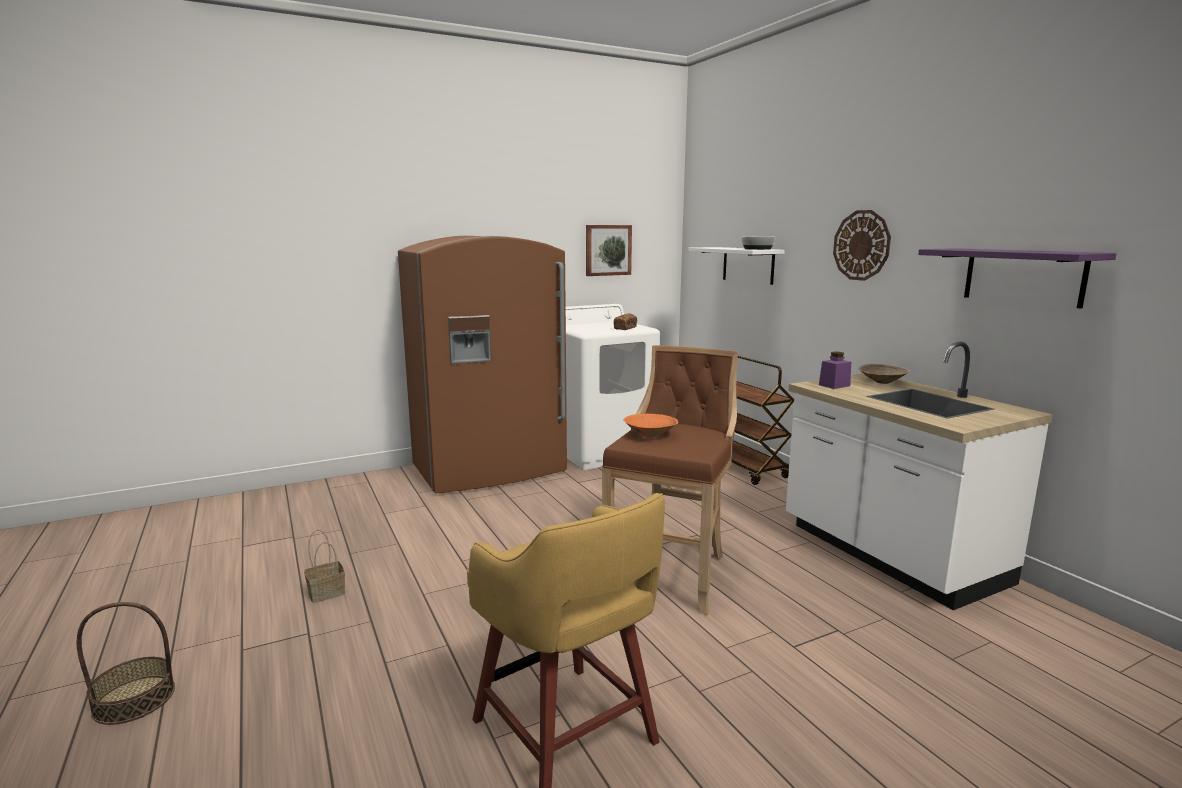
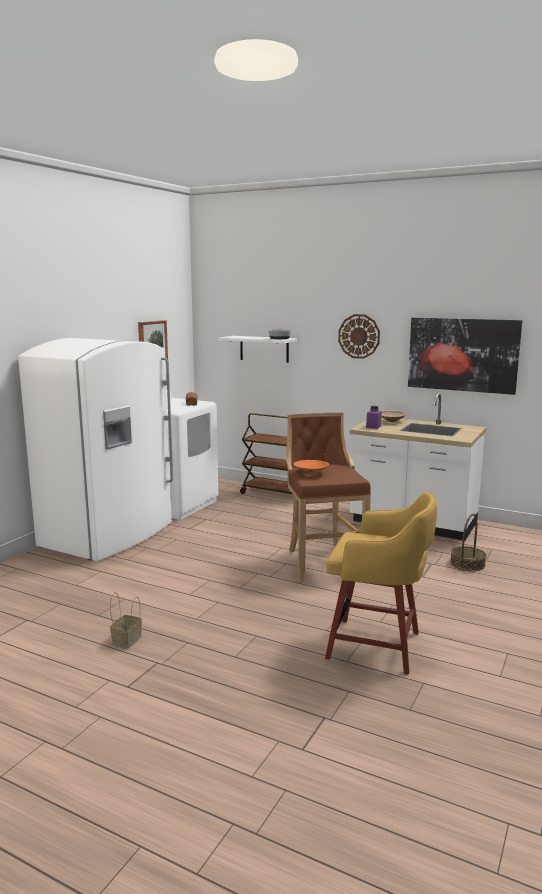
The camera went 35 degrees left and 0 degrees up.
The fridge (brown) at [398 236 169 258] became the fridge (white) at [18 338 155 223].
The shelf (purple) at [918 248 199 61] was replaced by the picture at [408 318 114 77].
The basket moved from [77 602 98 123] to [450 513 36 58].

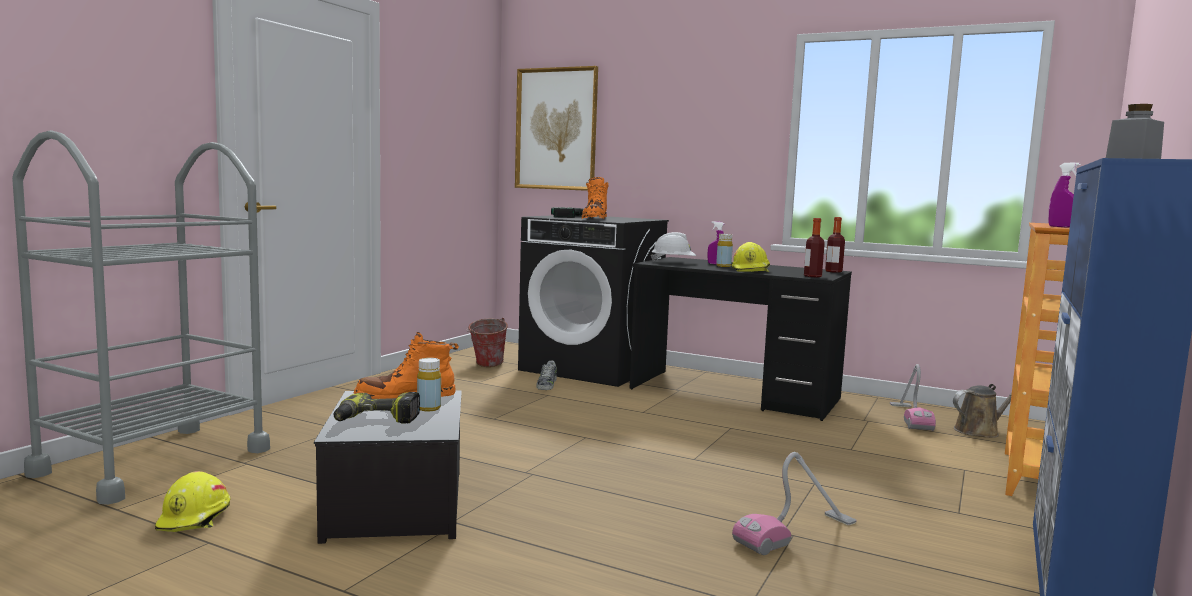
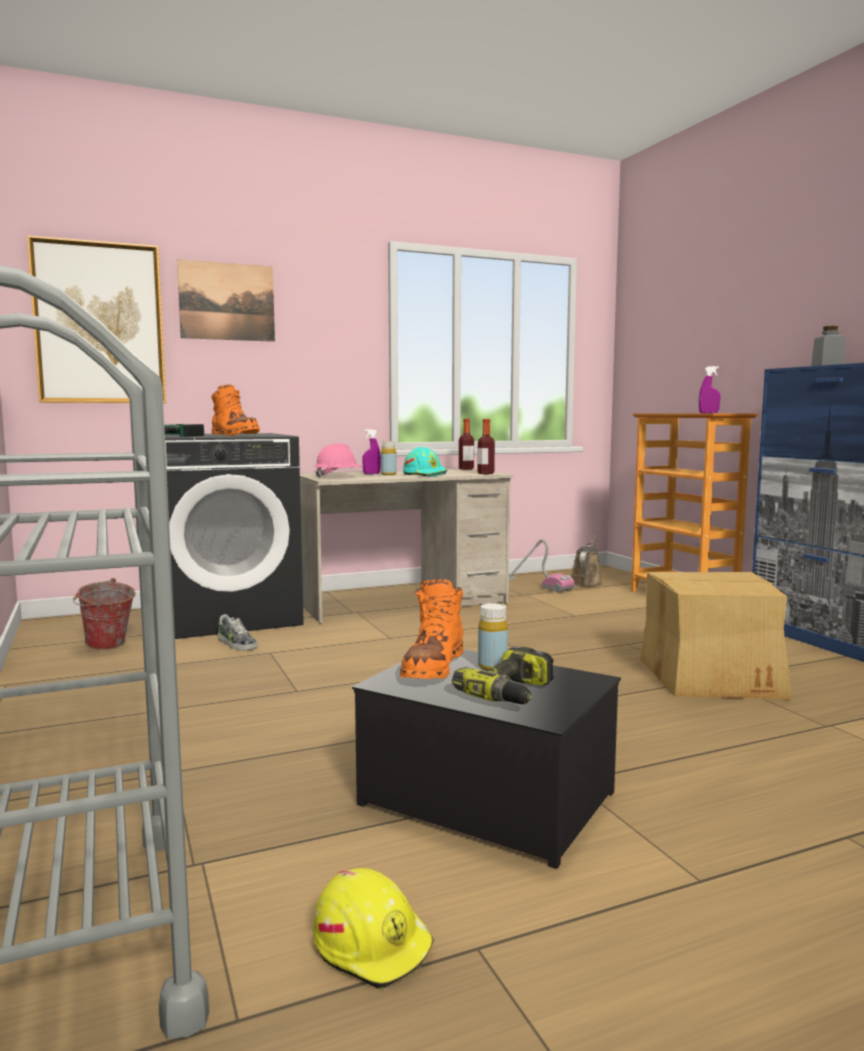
The camera went 50 degrees left and 0 degrees up.
The picture at [177 259 98 83] appeared.
The desk (black) at [630 257 222 164] became the desk (beige) at [300 468 214 156].
The hard hat (white) at [651 232 45 30] became the hard hat (pink) at [314 443 48 35].
The hard hat (yellow) at [732 242 38 30] became the hard hat (turquoise) at [403 447 45 30].
The vacuum cleaner at [732 452 125 103] was replaced by the cardboard box at [641 572 151 128].

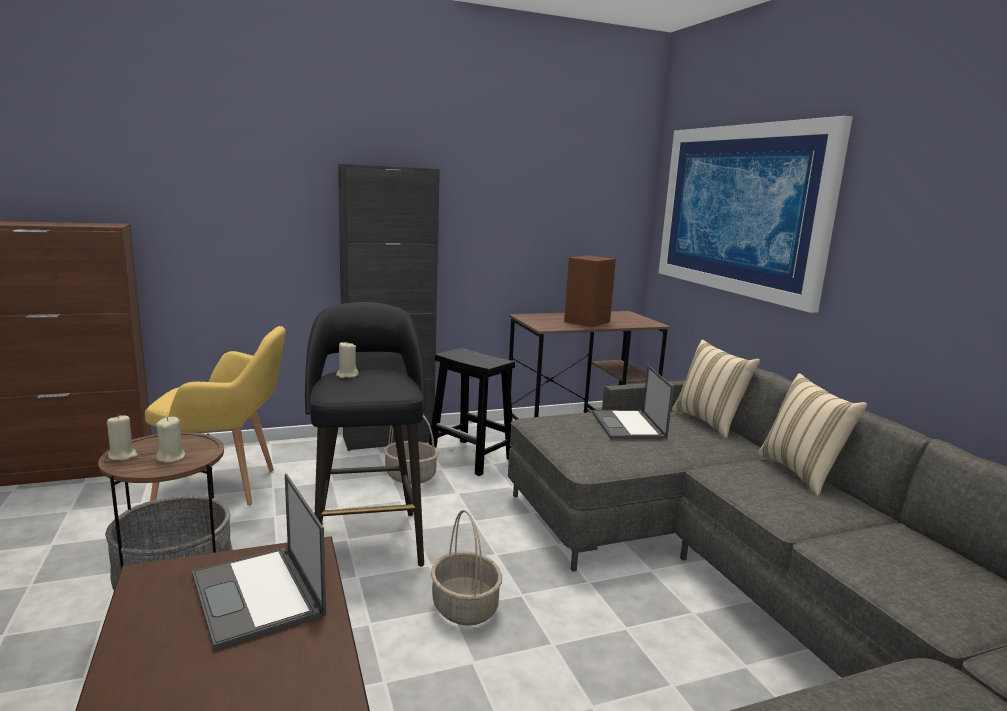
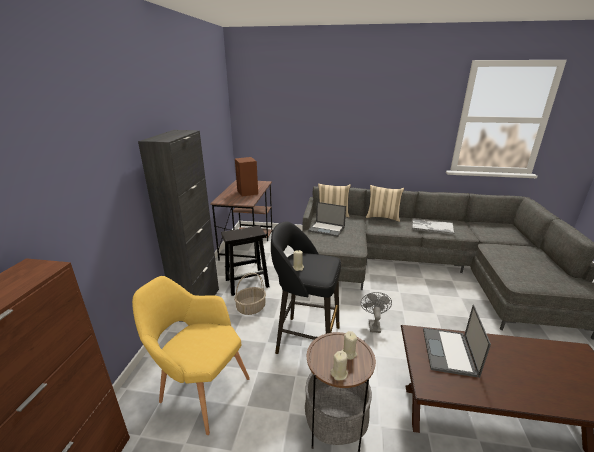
The camera went 60 degrees left and 10 degrees up.
The armchair (yellow) at [145 326 141 179] turned 90 degrees counterclockwise.
The basket at [431 510 71 116] was replaced by the fan (grey) at [361 292 31 41].
The tray at [412 218 43 17] appeared.
The laptop at [192 474 134 177] turned 105 degrees clockwise.
The picture at [659 116 194 197] disappeared.

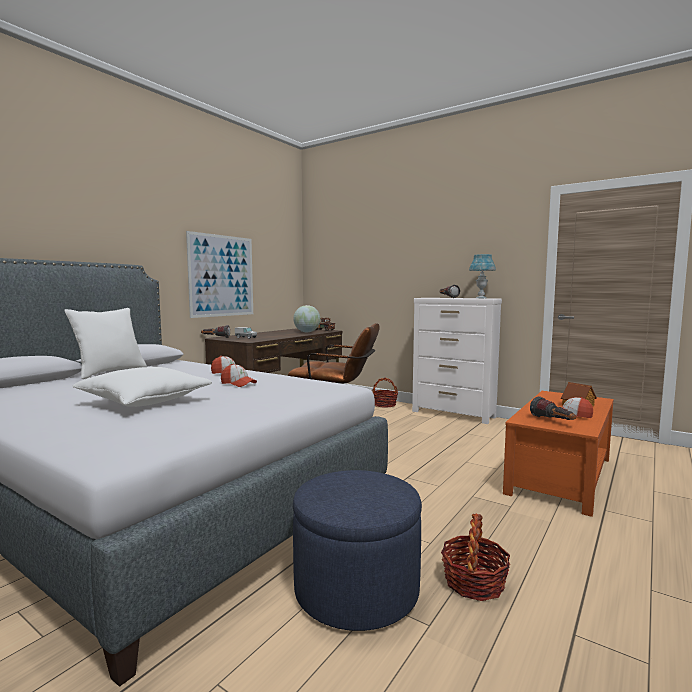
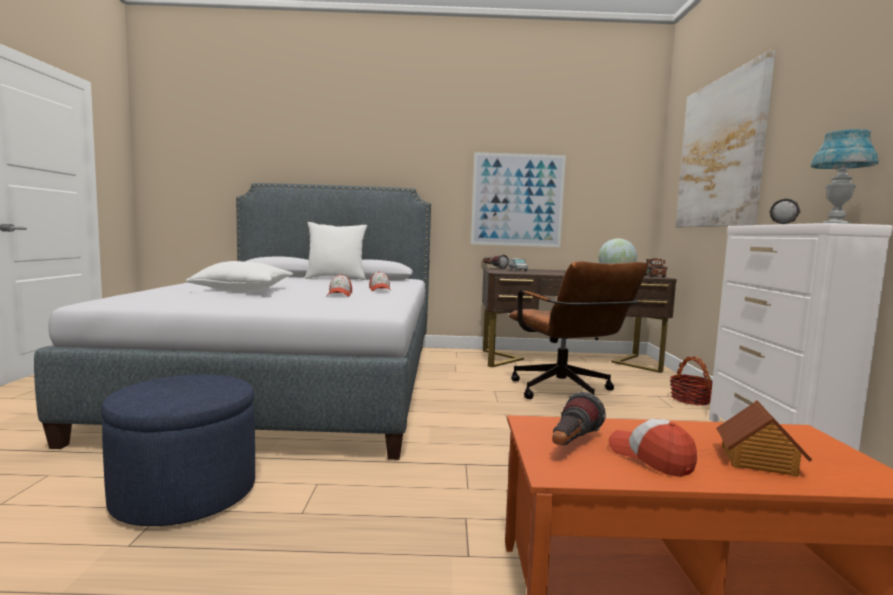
The camera went 55 degrees right and 0 degrees up.
The picture at [675 51 100 176] appeared.
The basket at [441 514 70 87] disappeared.

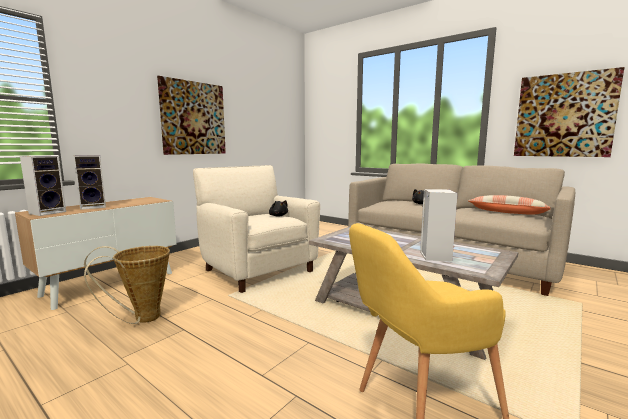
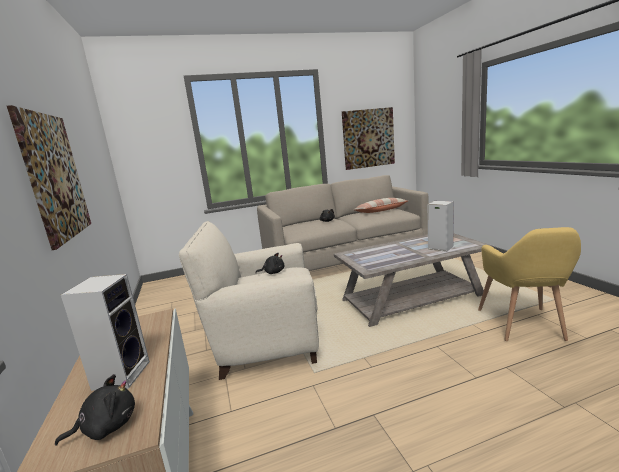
The camera went 55 degrees left and 5 degrees up.
The speaker at [20 156 46 60] was replaced by the plush toy (black) at [55 374 80 72].
The basket at [84 246 86 78] disappeared.

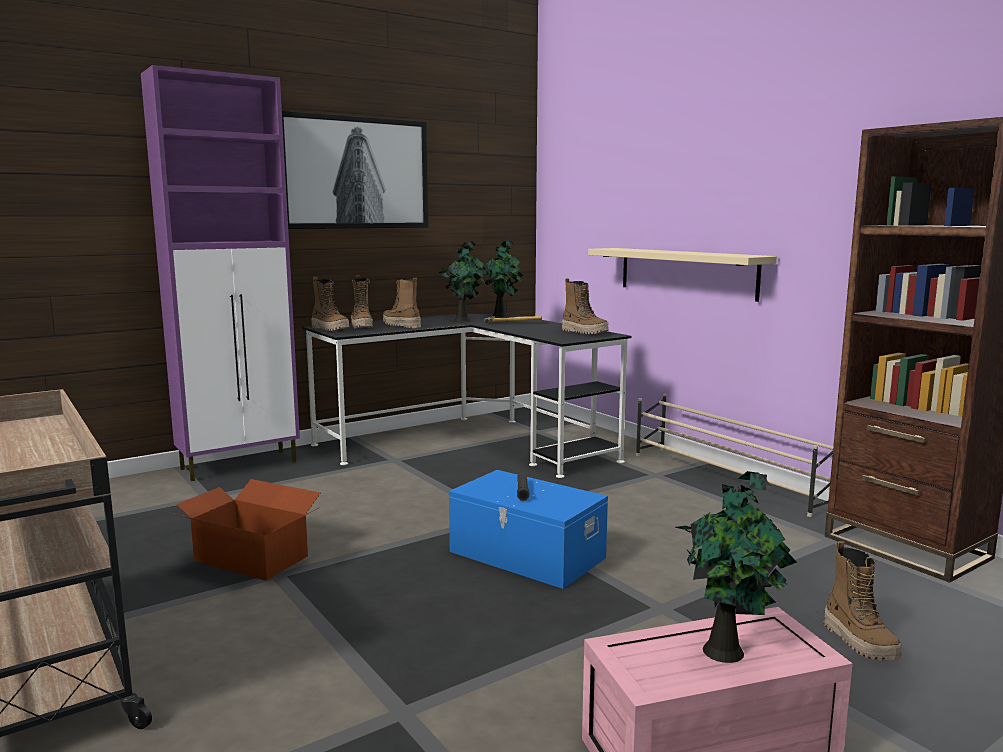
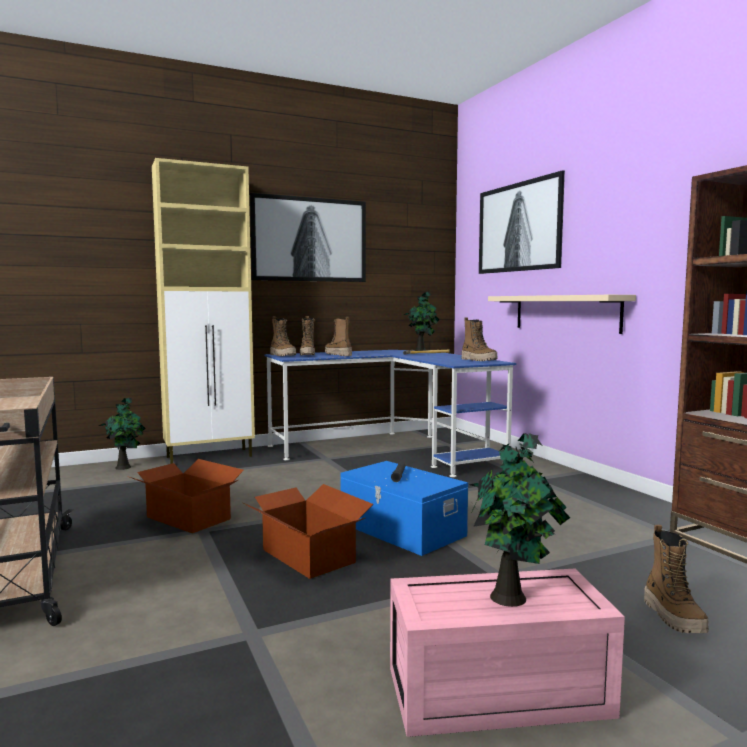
The camera went 10 degrees right and 5 degrees down.
The potted plant moved from [439 241 47 80] to [99 398 46 72].
The cabinet (purple) at [141 65 159 416] became the cabinet (beige) at [152 158 103 306].
The cardboard box at [243 484 130 95] appeared.
The desk (black) at [303 314 328 164] became the desk (blue) at [264 350 252 127].
The picture at [479 170 86 104] appeared.
The shoe rack (beige) at [636 394 197 123] disappeared.

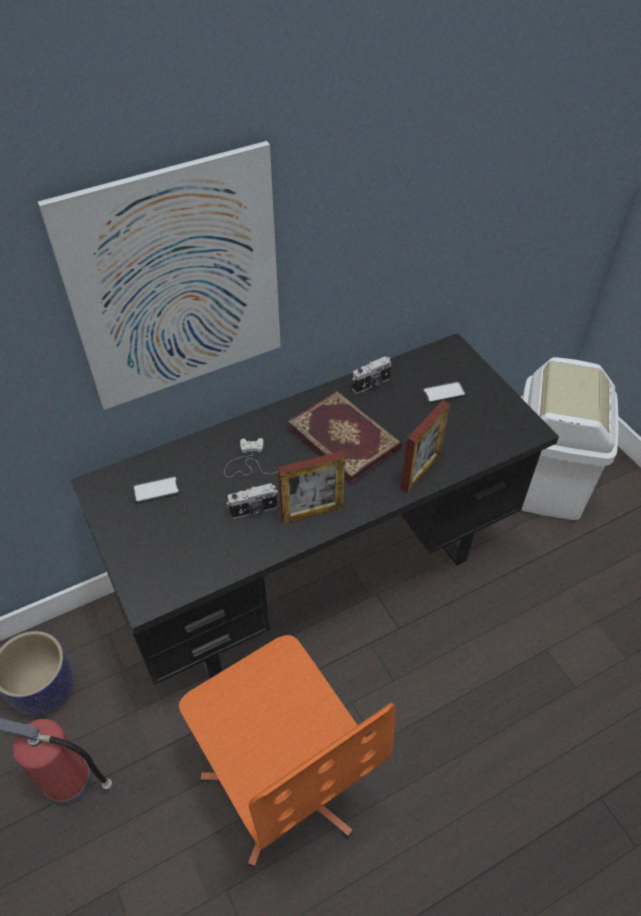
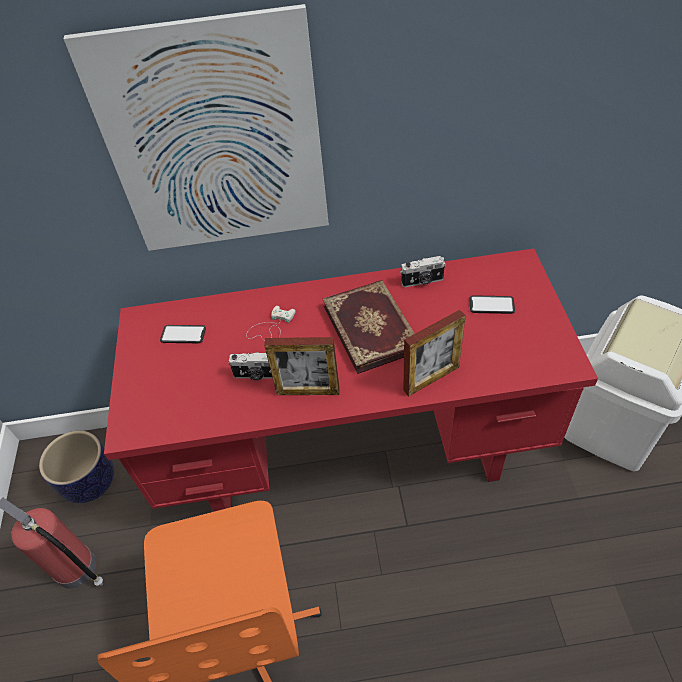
The camera went 25 degrees right and 0 degrees up.
The desk (black) at [71 333 488 352] became the desk (red) at [104 248 494 264].

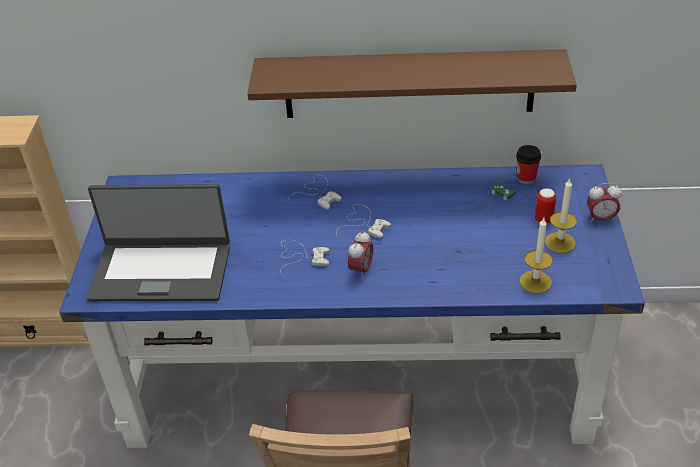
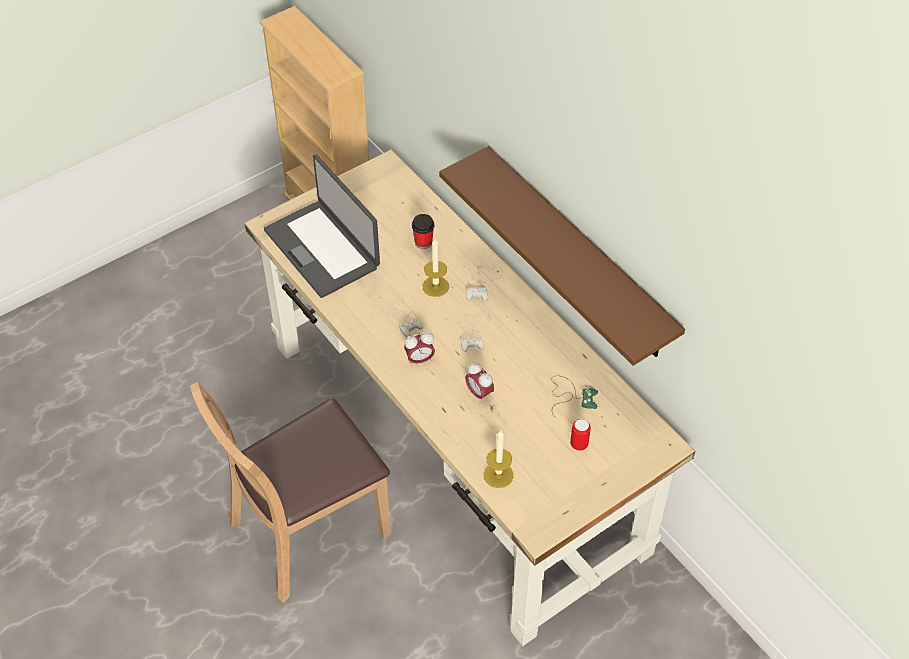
The camera went 50 degrees right and 10 degrees up.
The desk (blue) at [59 165 586 283] became the desk (beige) at [244 149 451 497].
The cup moved from [516 145 25 39] to [412 214 23 35].
The candle moved from [545 178 32 75] to [423 238 26 59].
The alarm clock moved from [587 183 35 39] to [465 363 29 40].

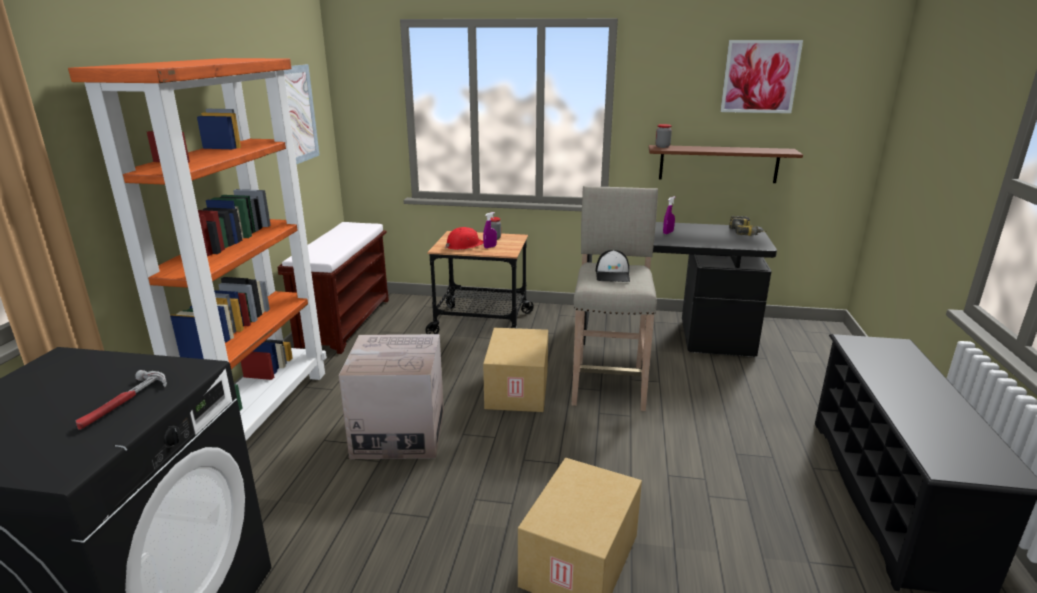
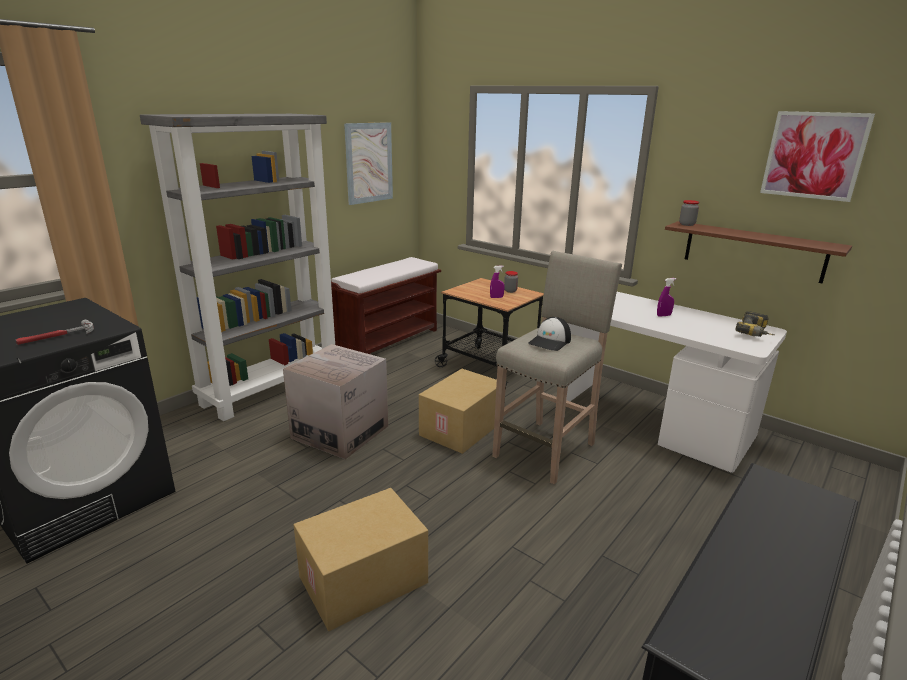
The camera went 30 degrees right and 0 degrees up.
The bookcase (orange) at [68 58 259 382] became the bookcase (grey) at [140 114 195 307].
The desk (black) at [583 222 194 135] became the desk (white) at [566 292 221 181].
The hard hat (red) at [445 227 39 23] disappeared.

